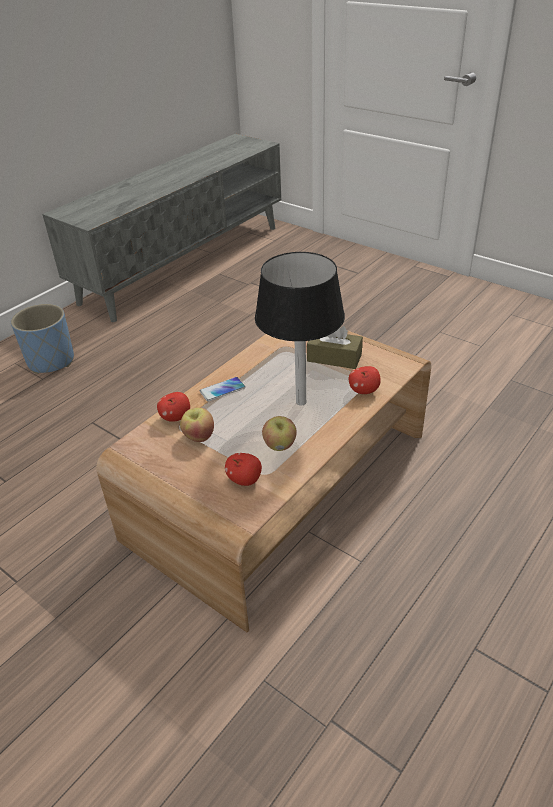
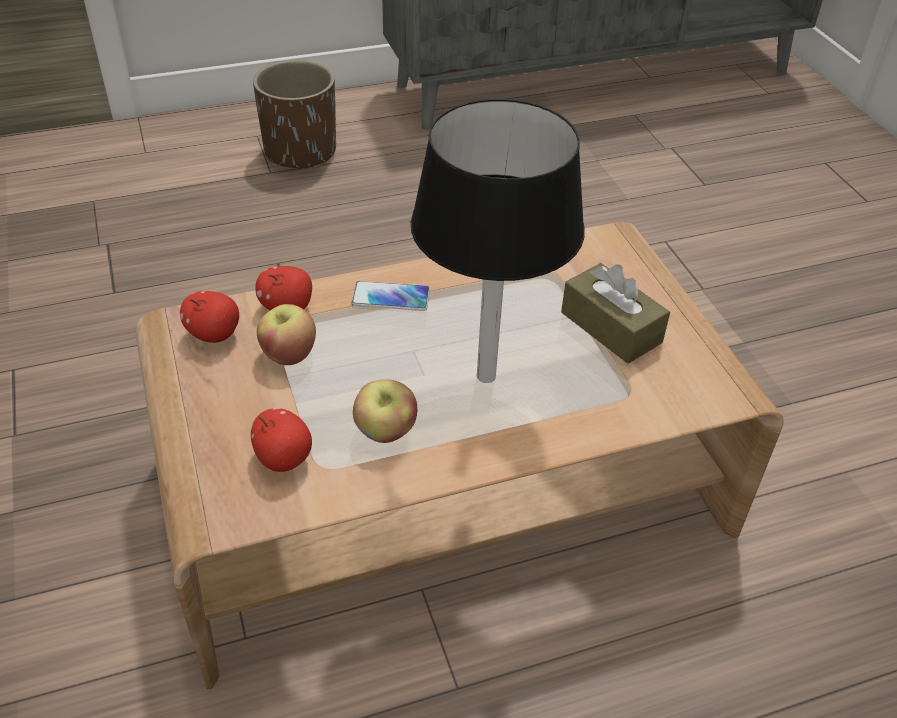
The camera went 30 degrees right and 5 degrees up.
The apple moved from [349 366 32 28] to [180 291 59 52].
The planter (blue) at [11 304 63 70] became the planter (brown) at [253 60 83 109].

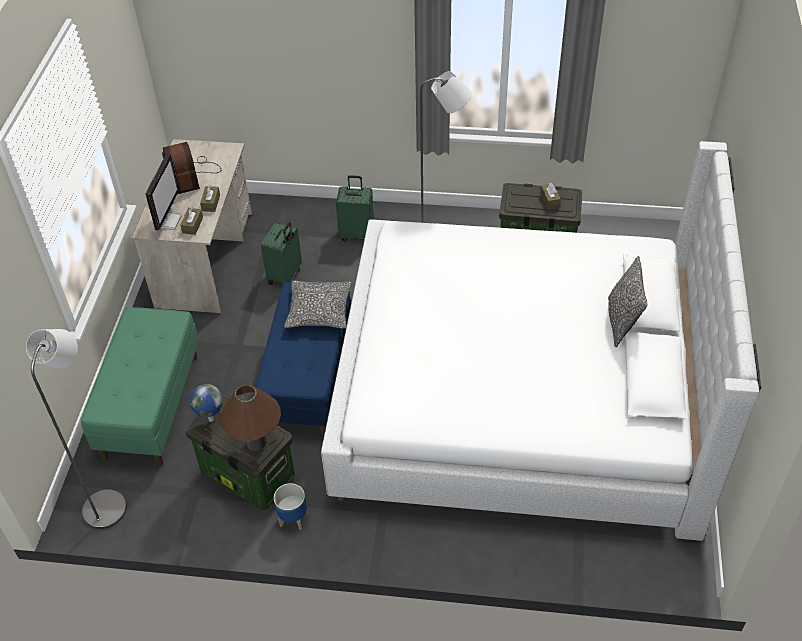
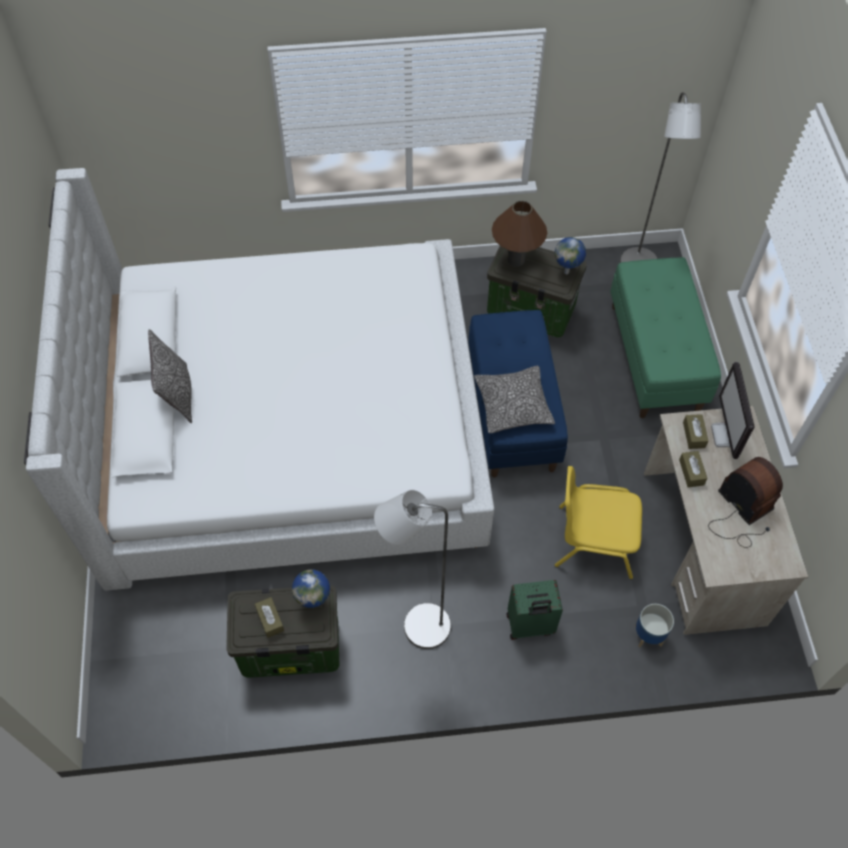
The camera went 165 degrees right and 10 degrees up.
The globe at [292 569 38 39] appeared.
The suitcase (green) at [261 222 41 63] was replaced by the chair (yellow) at [555 466 87 113].
The planter moved from [274 483 33 47] to [635 604 39 44].

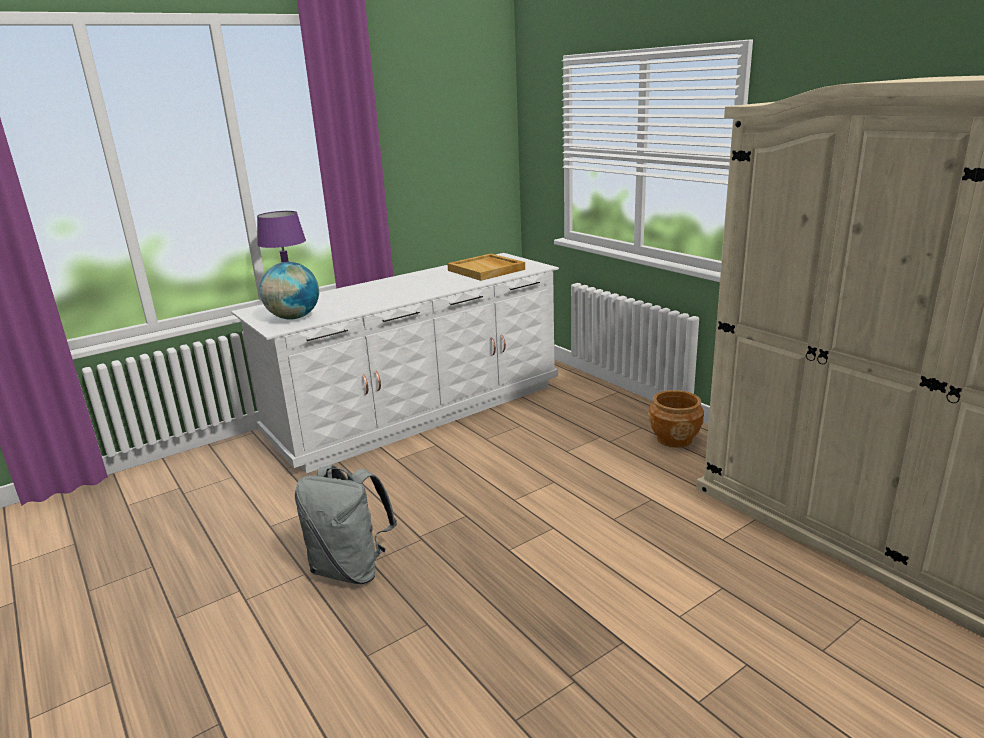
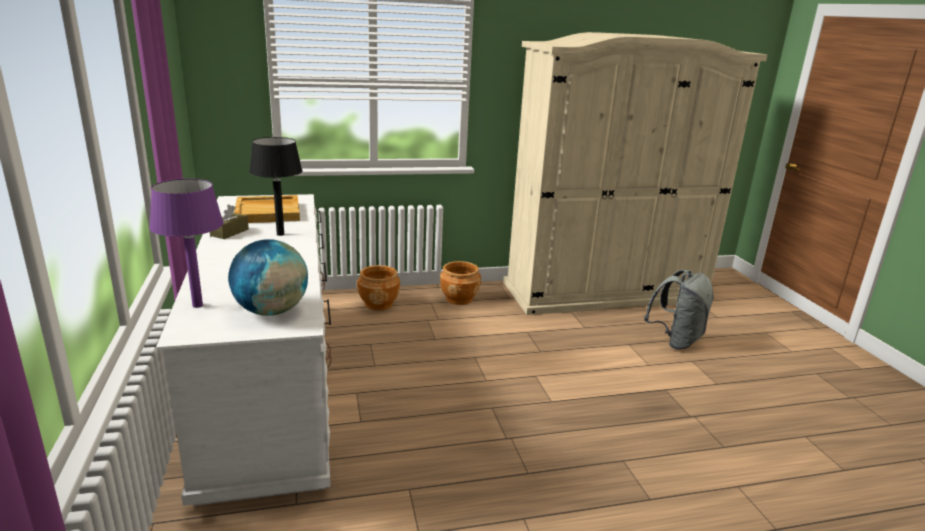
The camera went 70 degrees left and 0 degrees up.
The tissue box (brown) at [210 205 39 34] appeared.
The table lamp (black) at [249 137 54 99] appeared.
The planter (brown) at [357 265 43 46] appeared.
The backpack (grey) moved from [295 465 102 119] to [644 270 70 79].

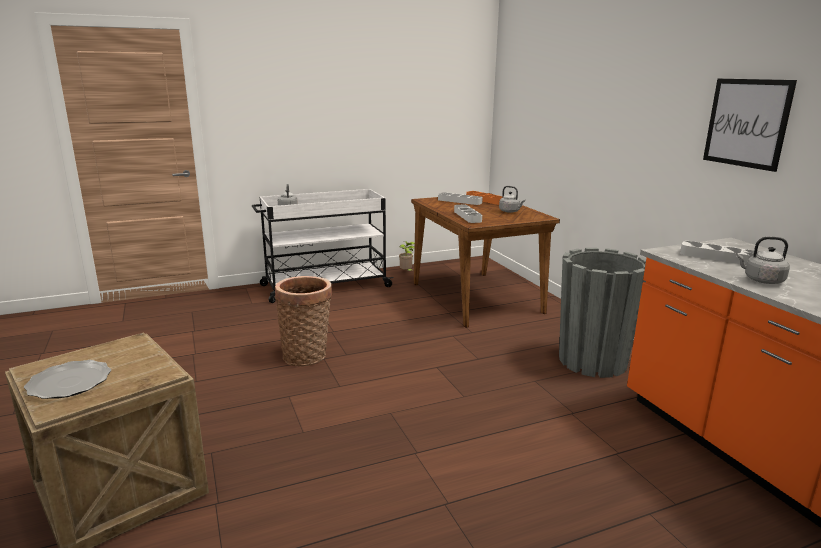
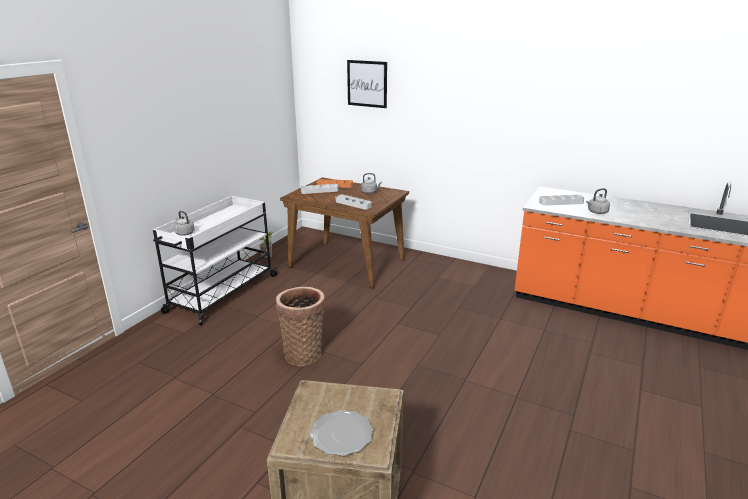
The camera went 40 degrees left and 5 degrees up.
The picture moved from [703 79 94 93] to [347 60 40 48].
The planter (grey) at [559 248 87 130] disappeared.

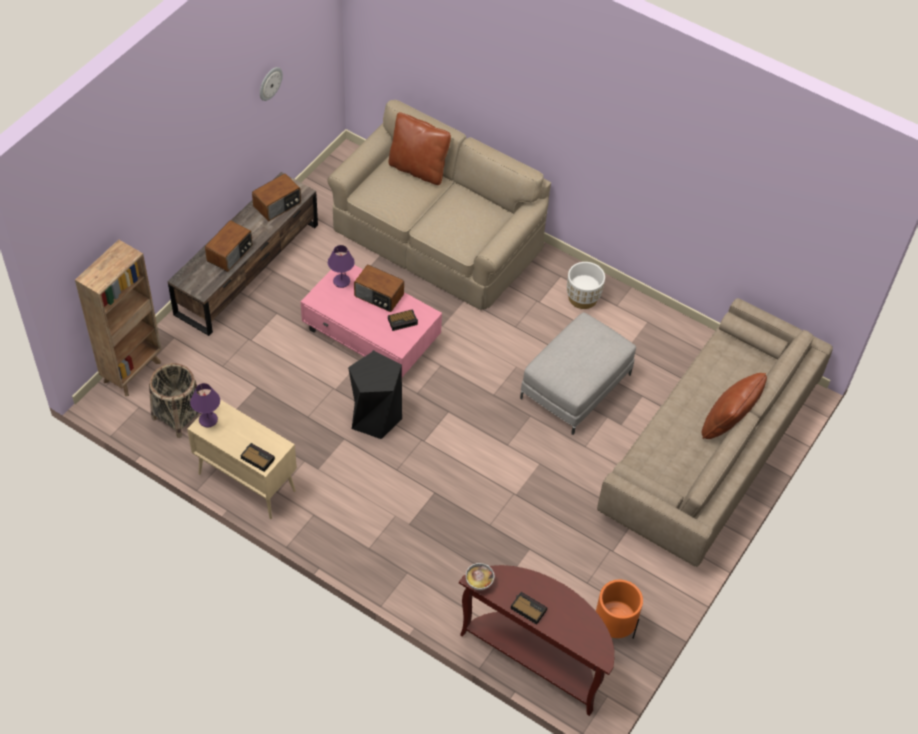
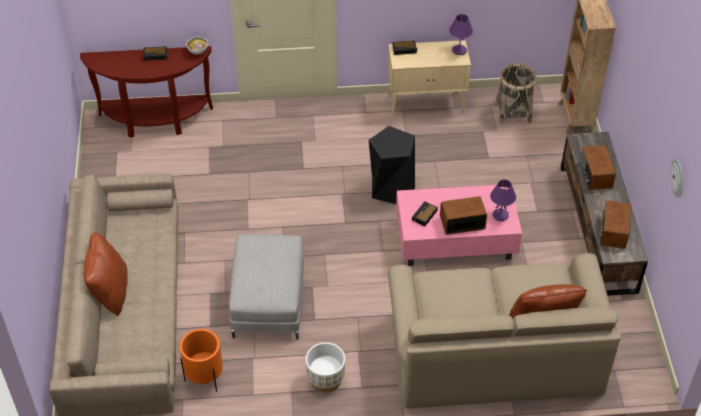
The camera went 145 degrees right and 5 degrees down.
The planter (orange) moved from [596 580 47 59] to [180 329 43 63].

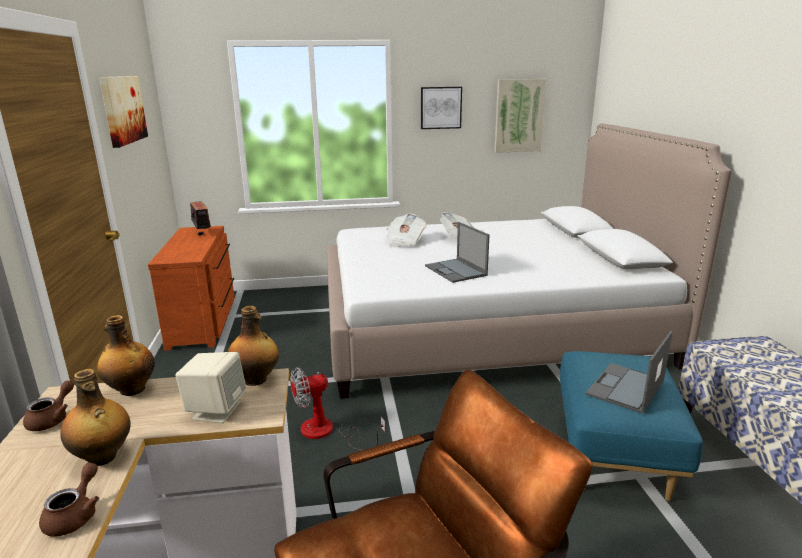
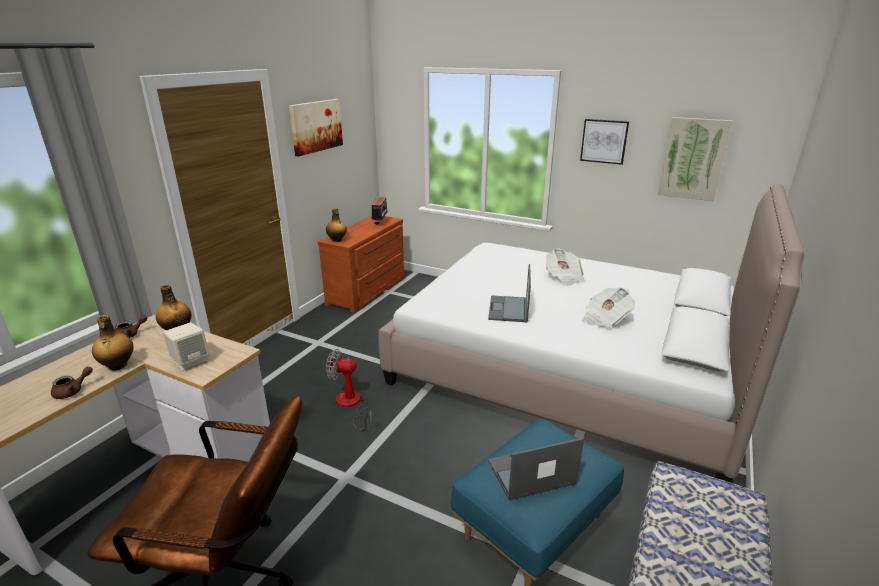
The camera went 35 degrees right and 5 degrees up.
The bottle moved from [228 306 51 80] to [326 208 21 34].
The newspaper moved from [387 214 40 33] to [582 288 53 40].

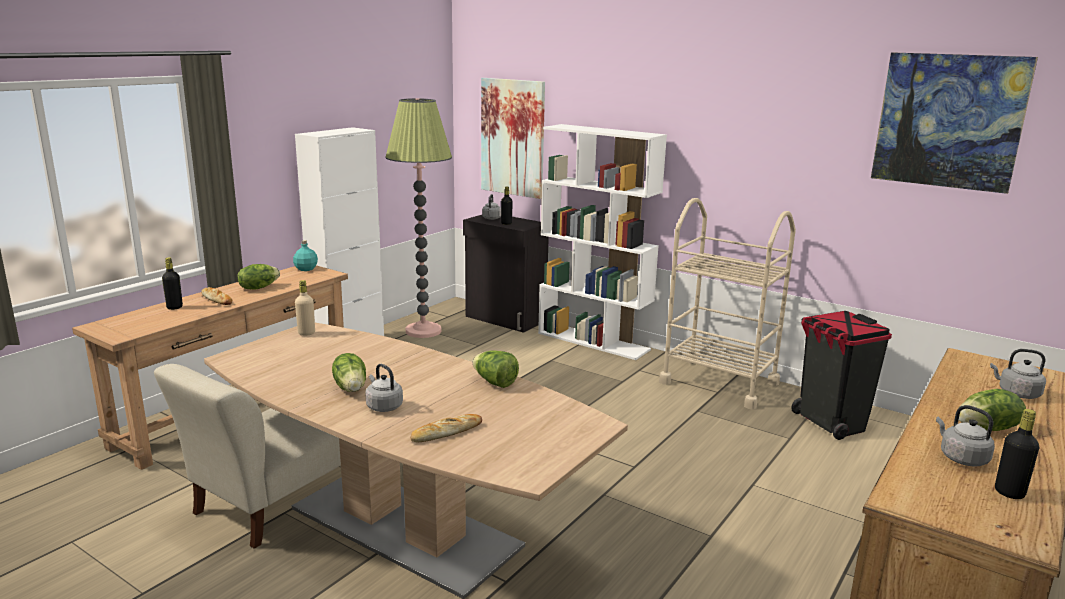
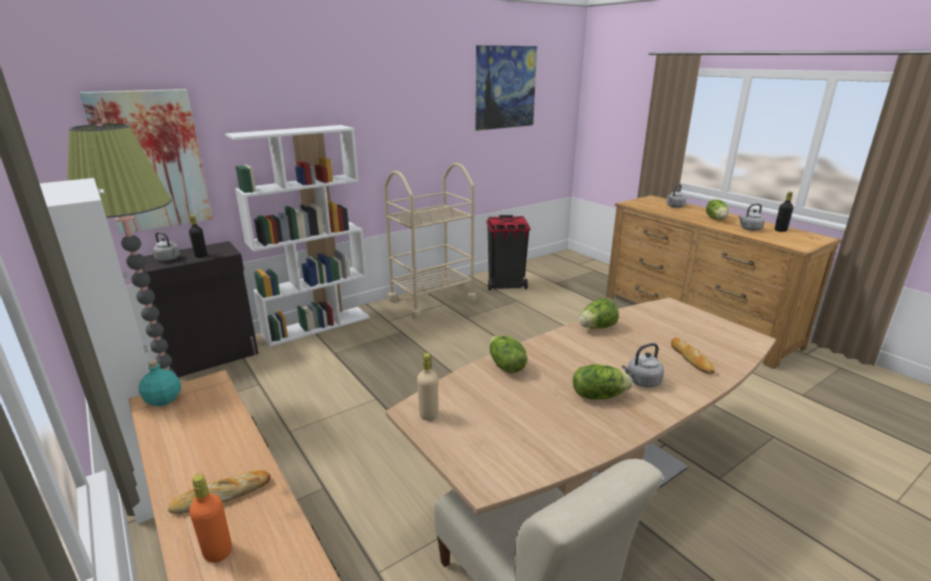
The camera went 70 degrees left and 5 degrees up.
The bottle (black) at [162 257 21 53] became the bottle (orange) at [189 474 43 89].
The lettuce moved from [237 264 43 25] to [489 335 38 39].

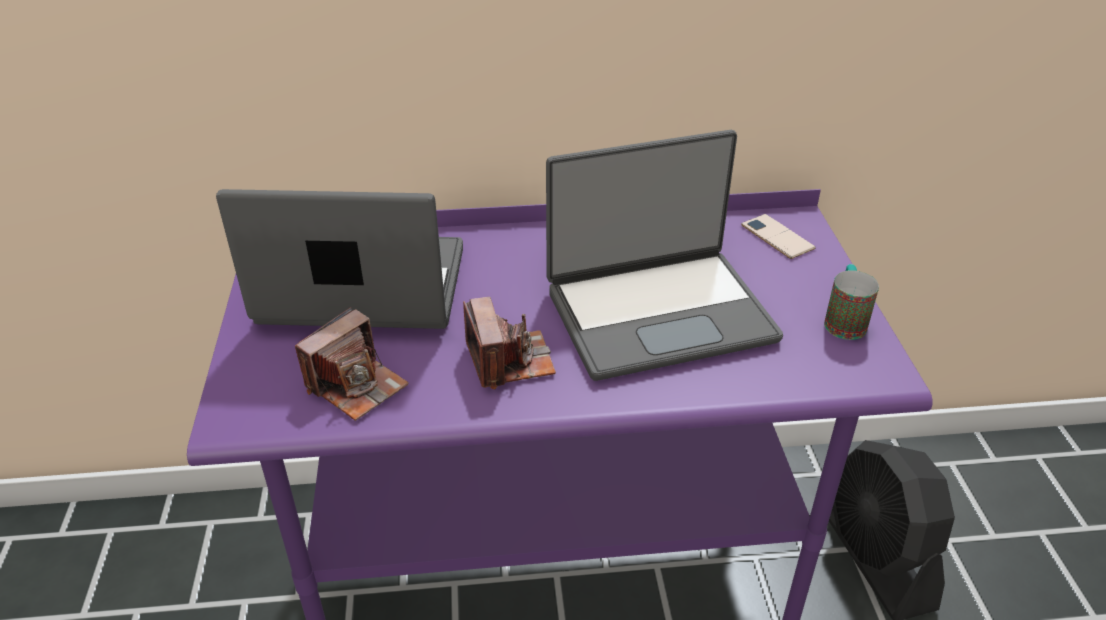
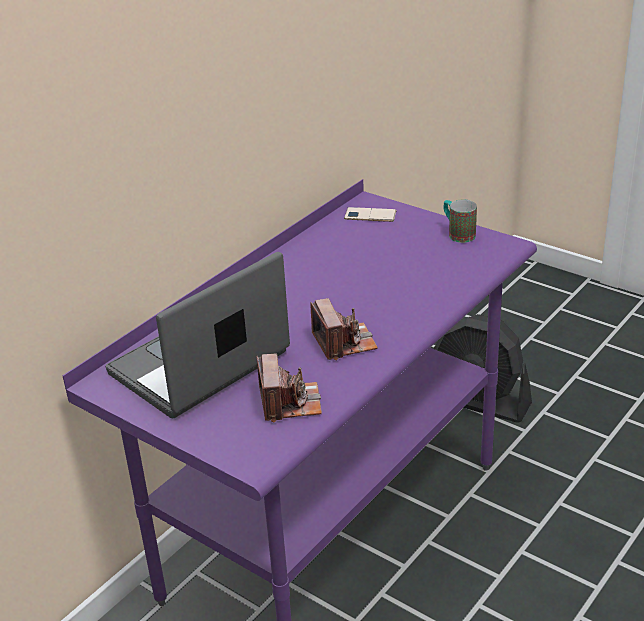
The camera went 45 degrees left and 5 degrees down.
The photo camera at [463 297 93 92] turned 45 degrees clockwise.
The laptop at [546 130 237 251] disappeared.

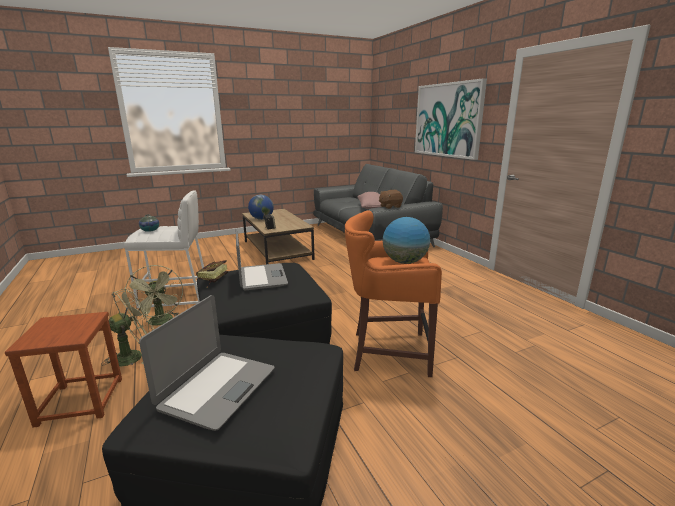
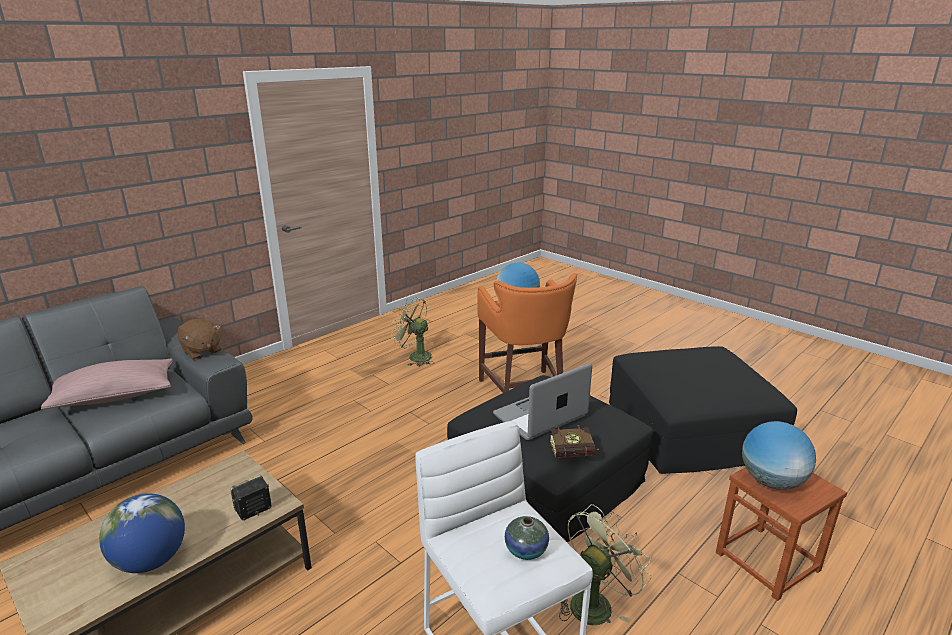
The camera went 110 degrees left and 5 degrees up.
The fan (green) moved from [101 289 53 78] to [391 297 43 70].
The globe at [742 421 74 69] appeared.
The laptop at [139 295 135 136] disappeared.
The picture at [415 78 72 82] disappeared.

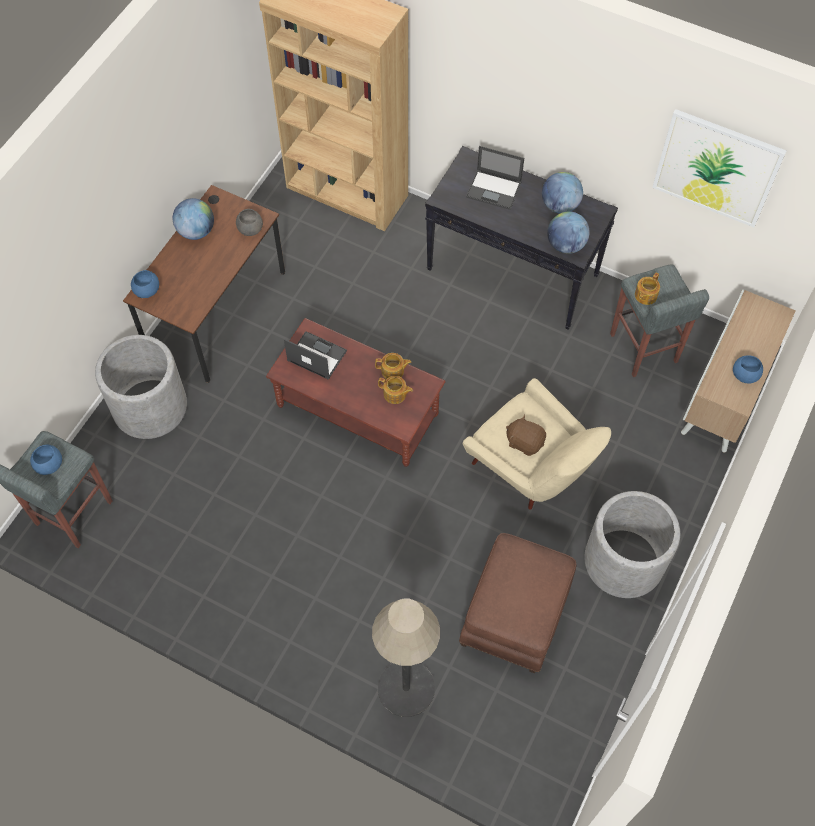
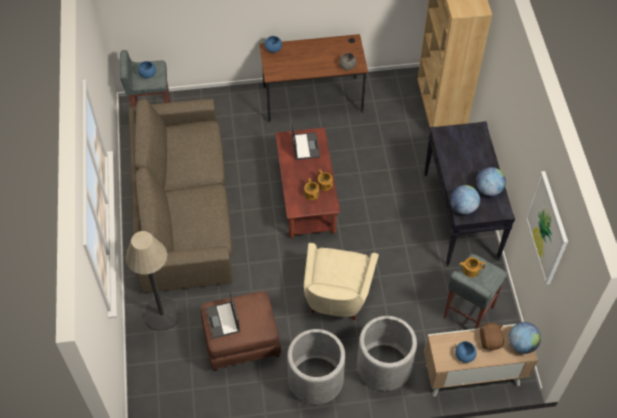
The camera went 55 degrees right and 5 degrees down.
The sofa (brown) at [129 99 104 194] appeared.
The laptop moved from [466 146 58 64] to [206 289 34 50].
The planter (grey) moved from [95 335 92 104] to [357 316 60 75].
The plush toy (brown) moved from [506 414 40 42] to [479 322 25 29].
The globe moved from [173 198 41 42] to [509 322 32 32].

